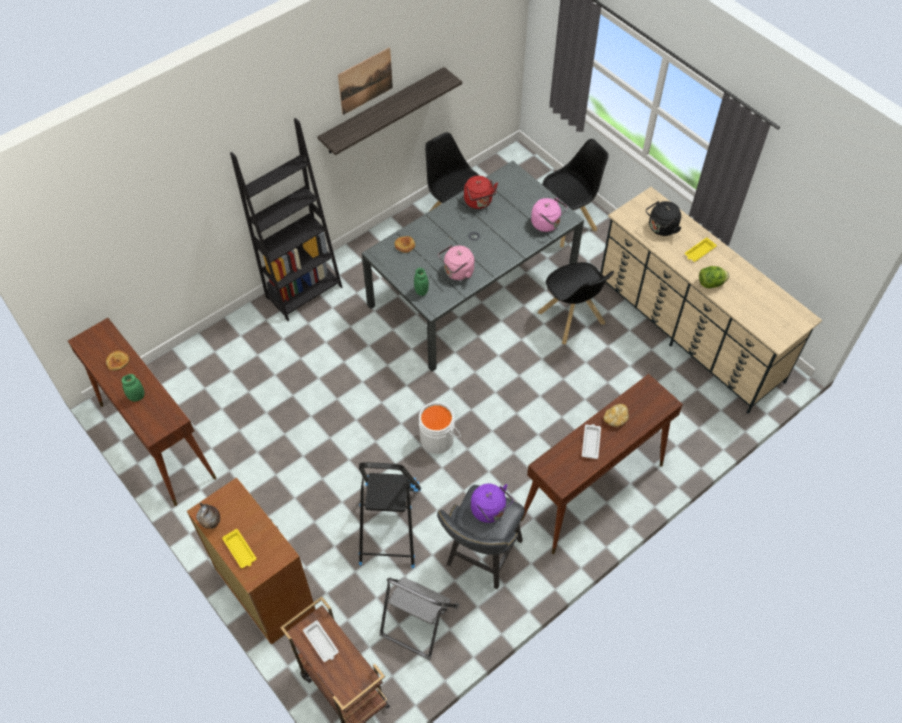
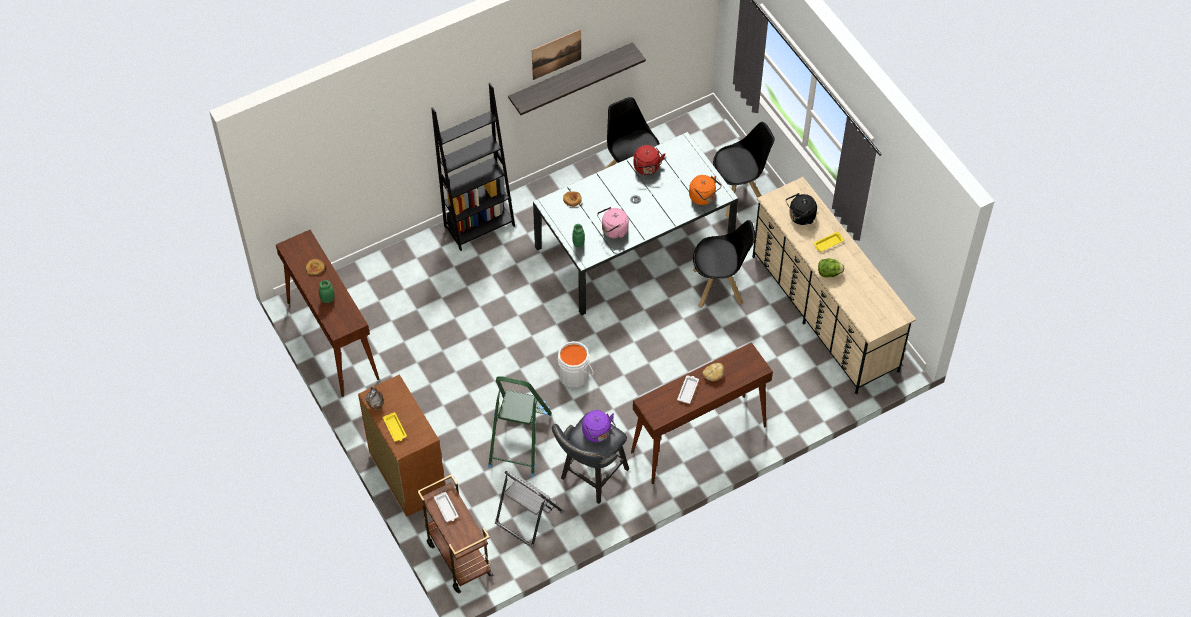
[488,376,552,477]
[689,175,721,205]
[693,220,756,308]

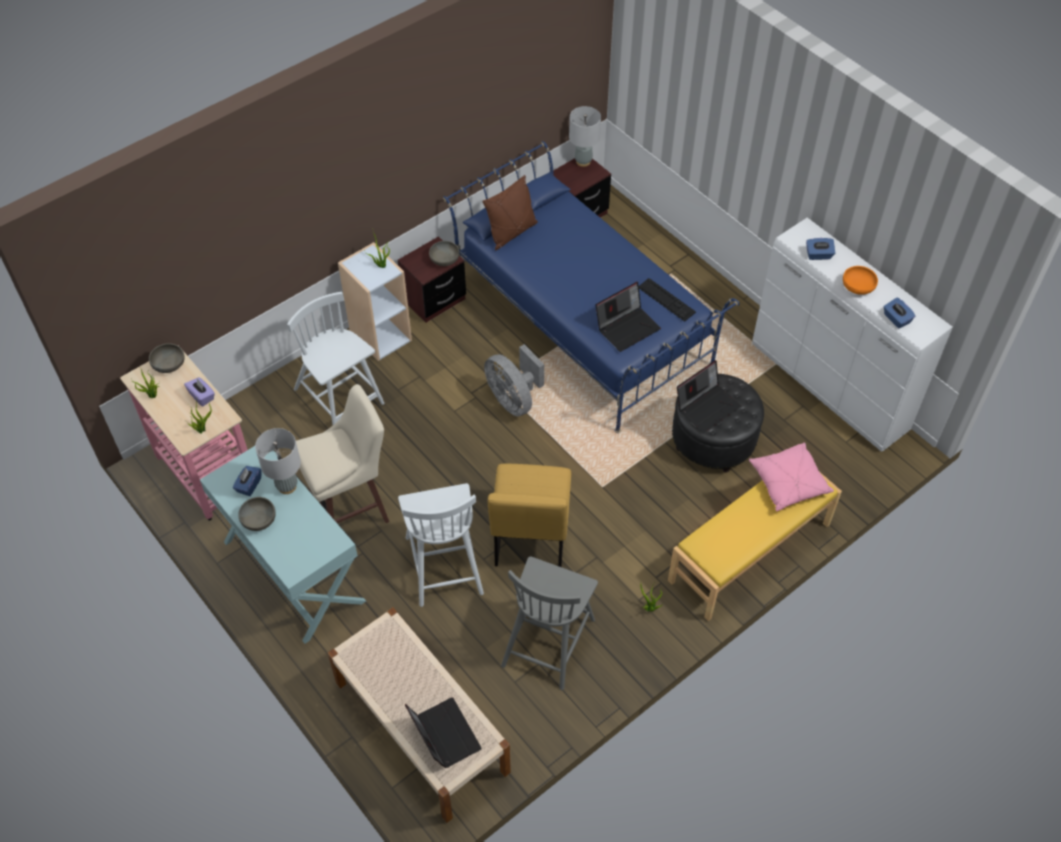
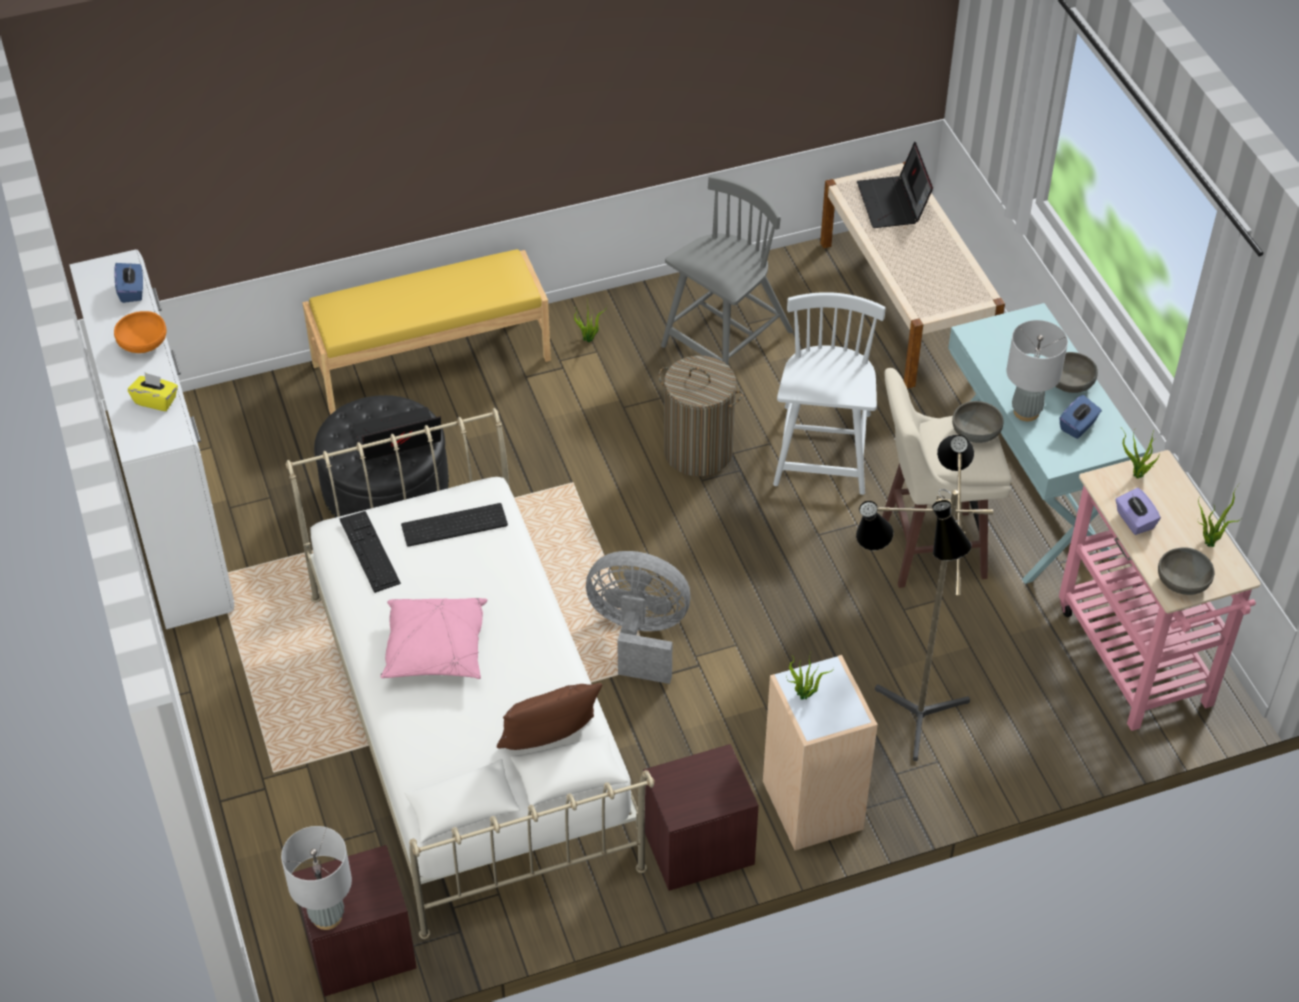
[128,373,178,411]
[286,408,655,939]
[381,598,487,679]
[401,503,508,547]
[586,551,691,684]
[658,356,743,476]
[856,435,994,761]
[952,401,1004,443]

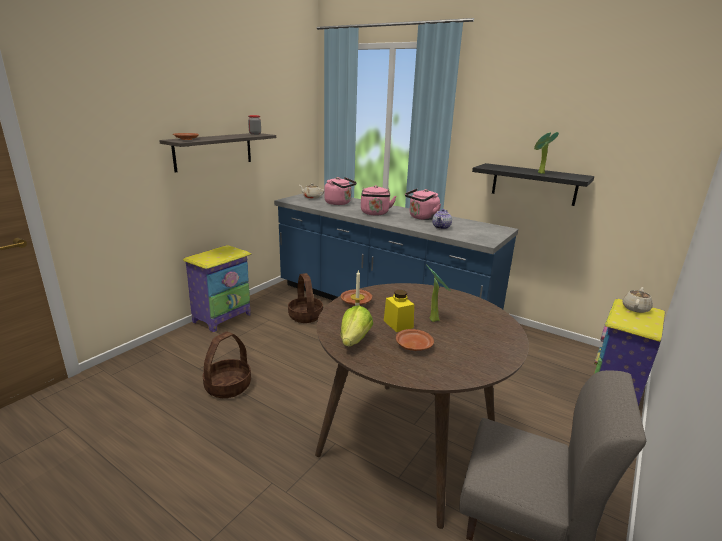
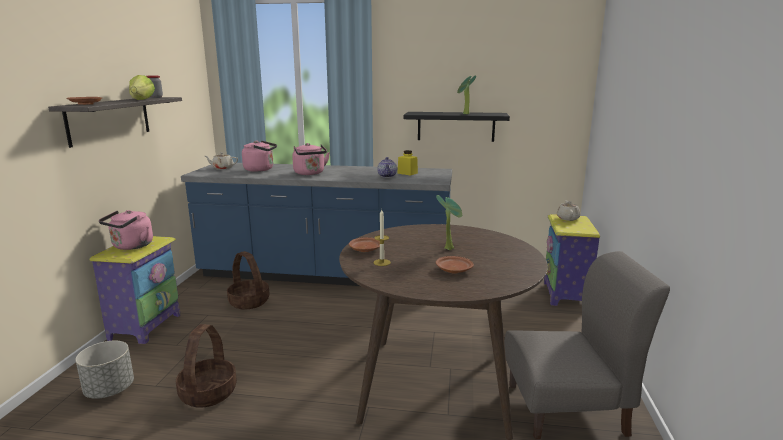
[76,341,134,399]
[99,210,153,250]
[129,75,155,100]
[397,150,418,176]

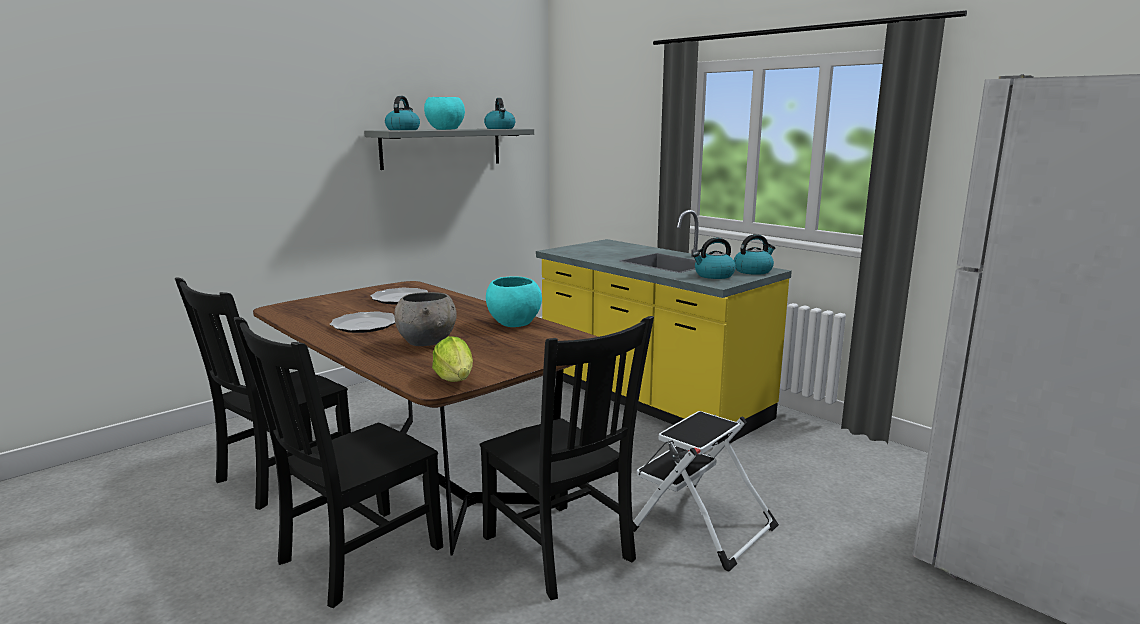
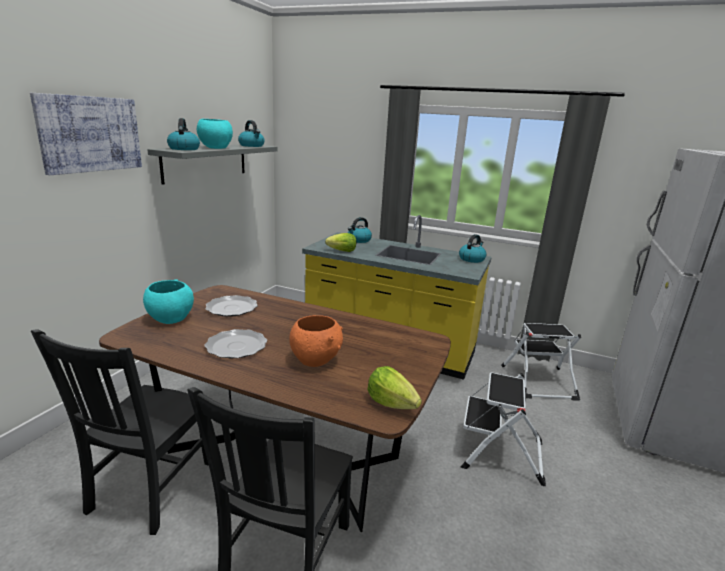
[30,93,142,175]
[143,279,194,324]
[289,315,343,367]
[325,233,356,252]
[348,217,372,243]
[501,323,581,401]
[480,316,654,600] (first image)

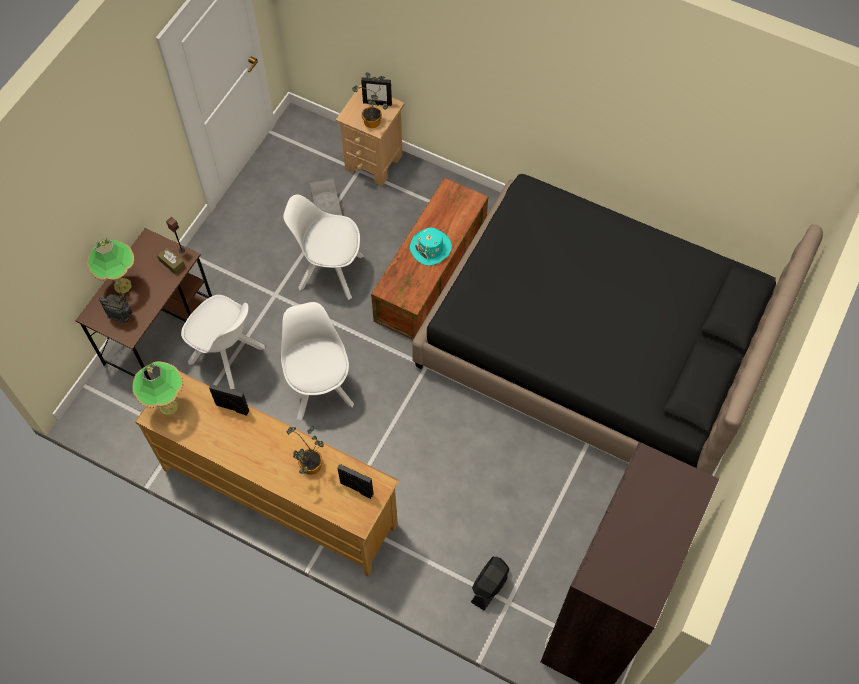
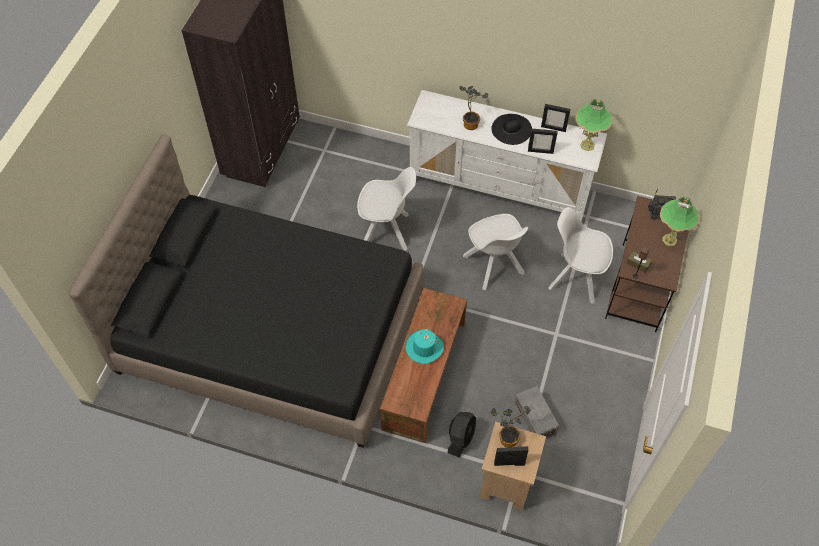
[357,167,416,251]
[407,90,607,222]
[447,412,476,458]
[491,114,532,145]
[541,104,571,132]

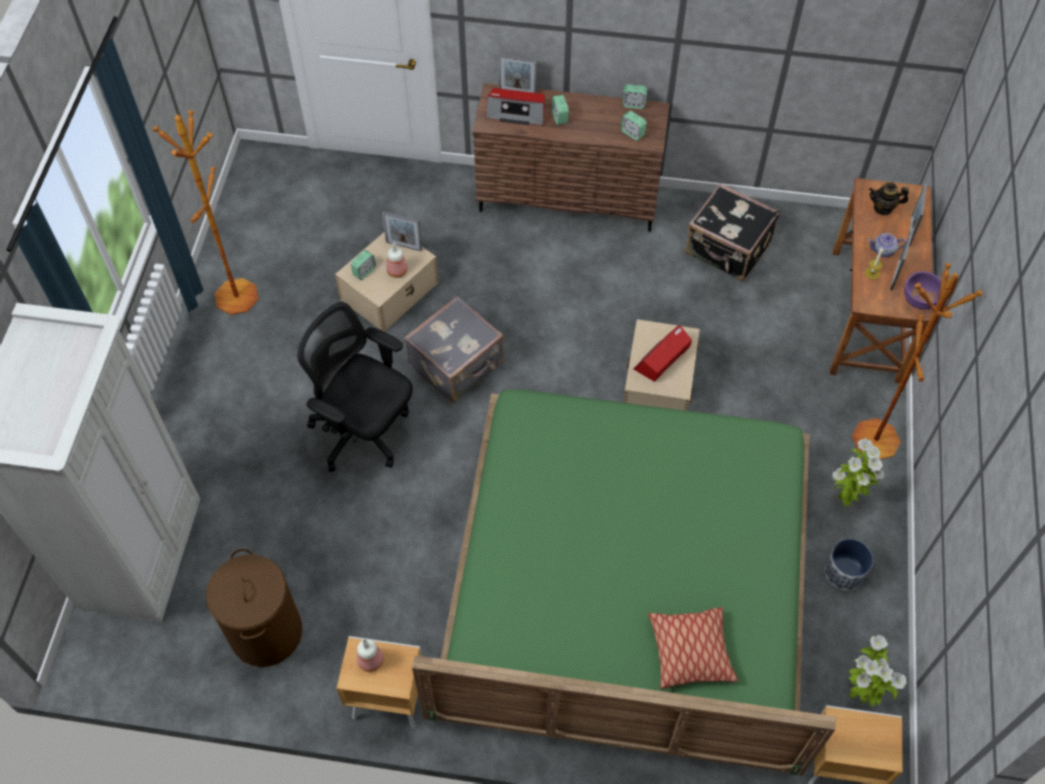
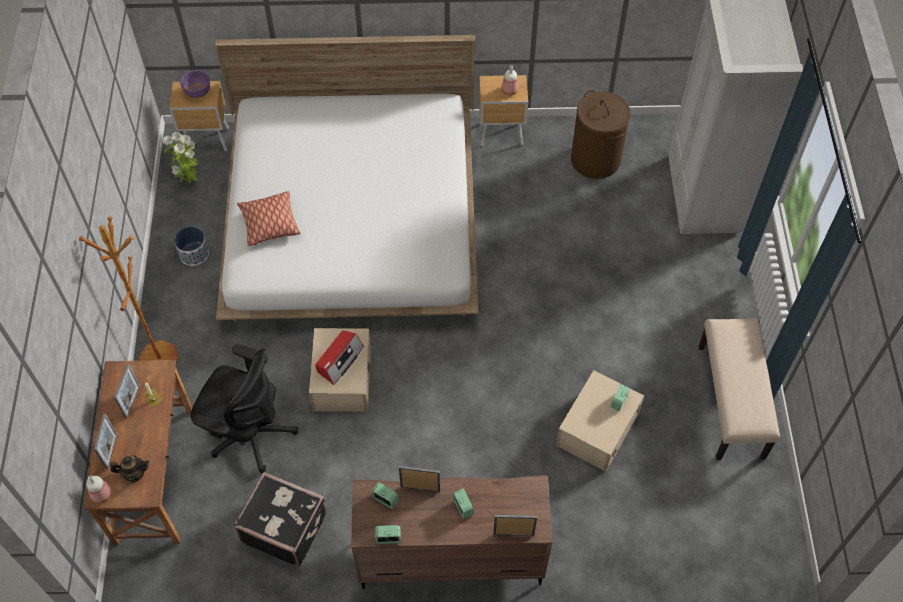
[86,475,112,503]
[180,70,210,98]
[191,344,298,473]
[215,35,478,322]
[237,191,301,246]
[399,466,440,492]
[699,318,780,460]
[404,296,504,403] (first image)
[485,88,545,126] (first image)
[832,438,884,506] (first image)
[868,233,906,257] (first image)

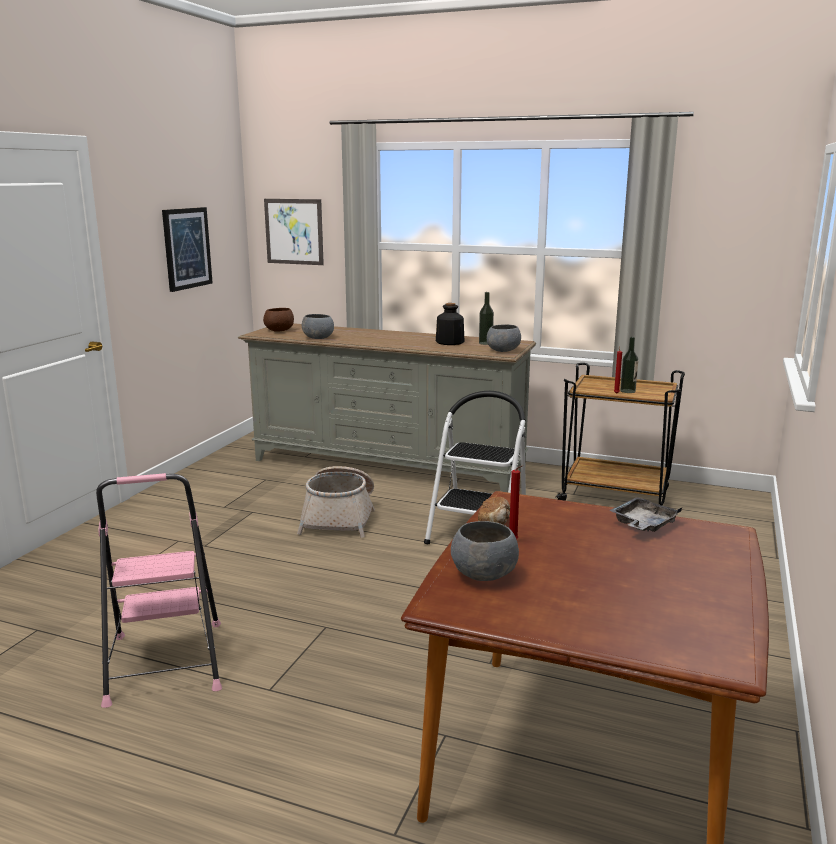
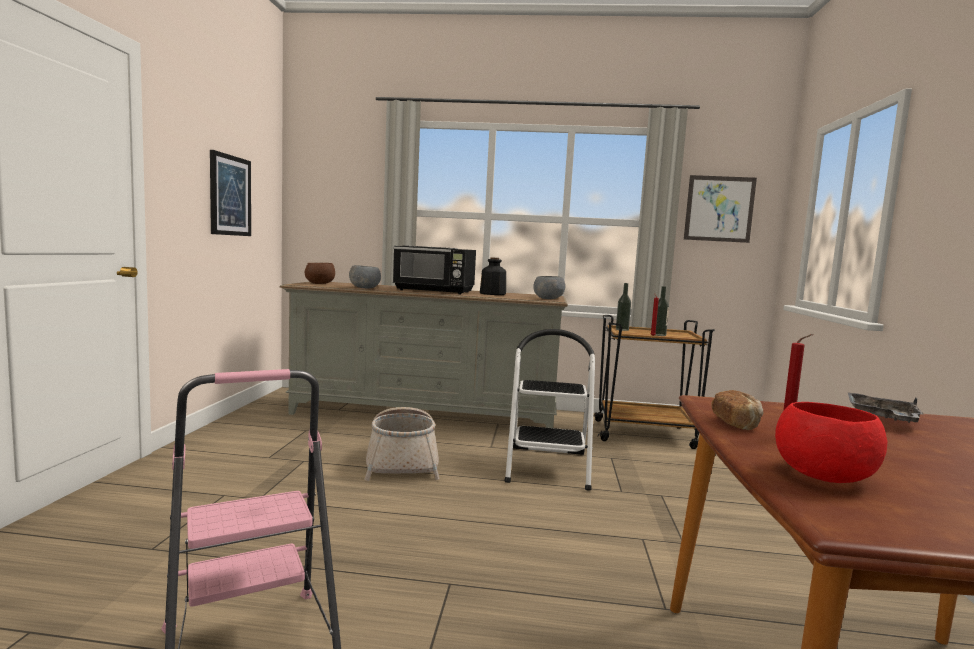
[393,245,476,294]
[616,283,631,331]
[684,175,757,243]
[775,402,888,483]

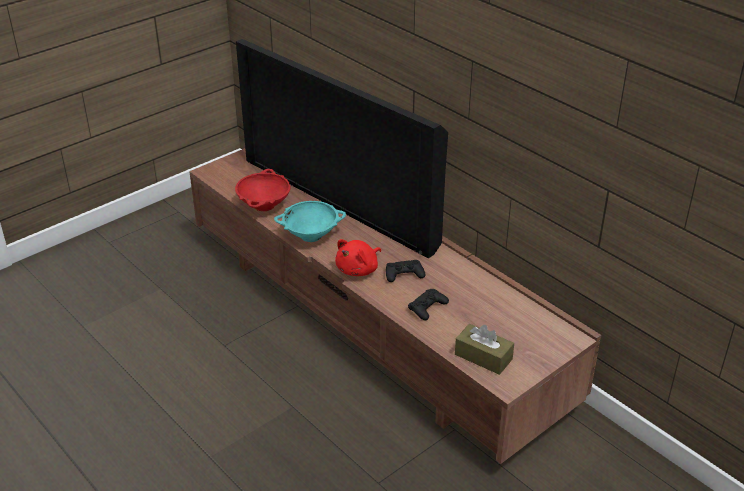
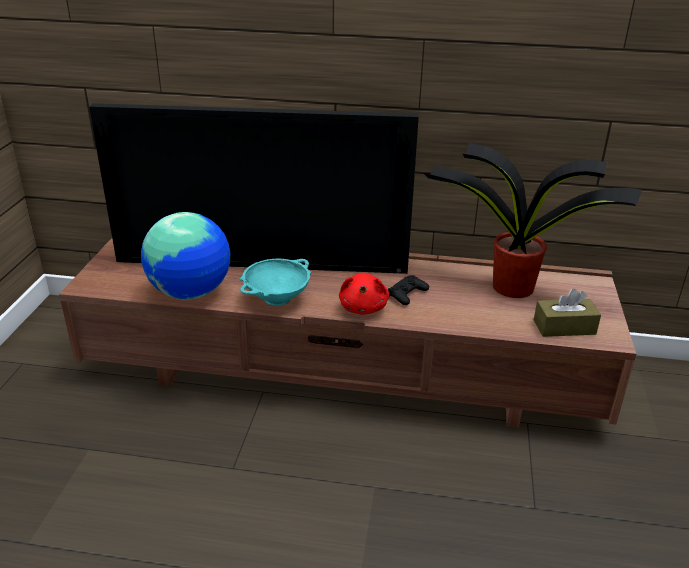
[141,212,230,300]
[423,143,642,298]
[408,289,449,321] (first image)

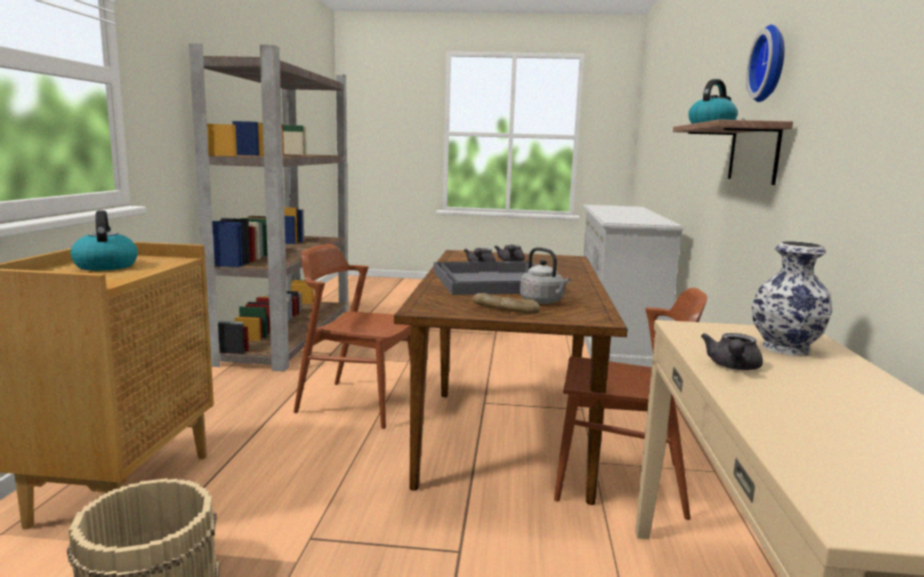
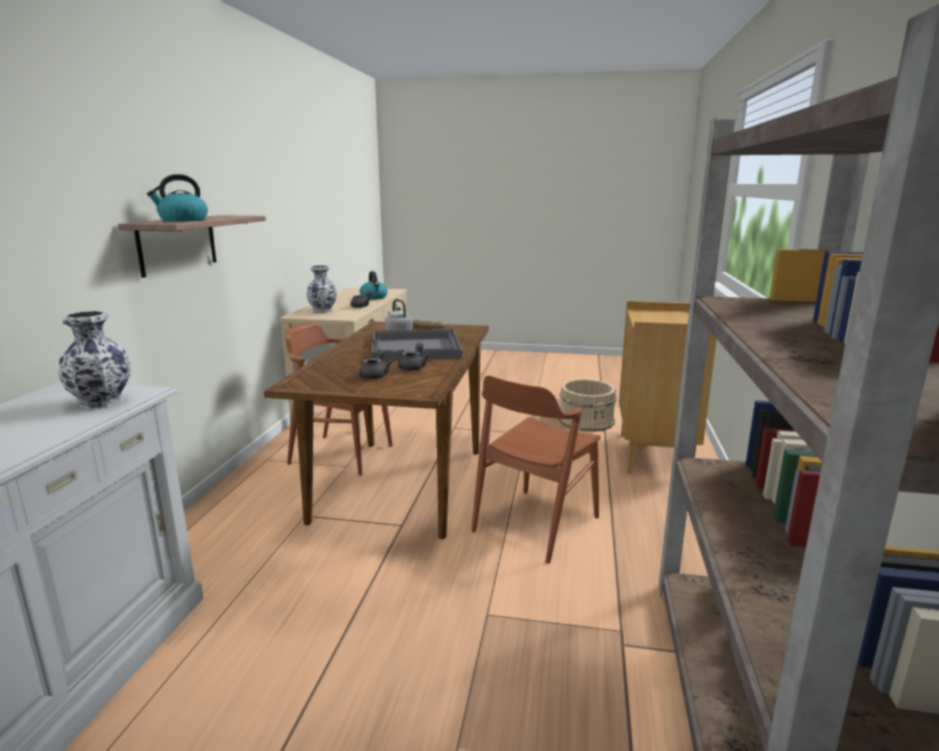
[58,311,131,409]
[360,271,388,300]
[471,376,601,564]
[746,25,784,102] (first image)

